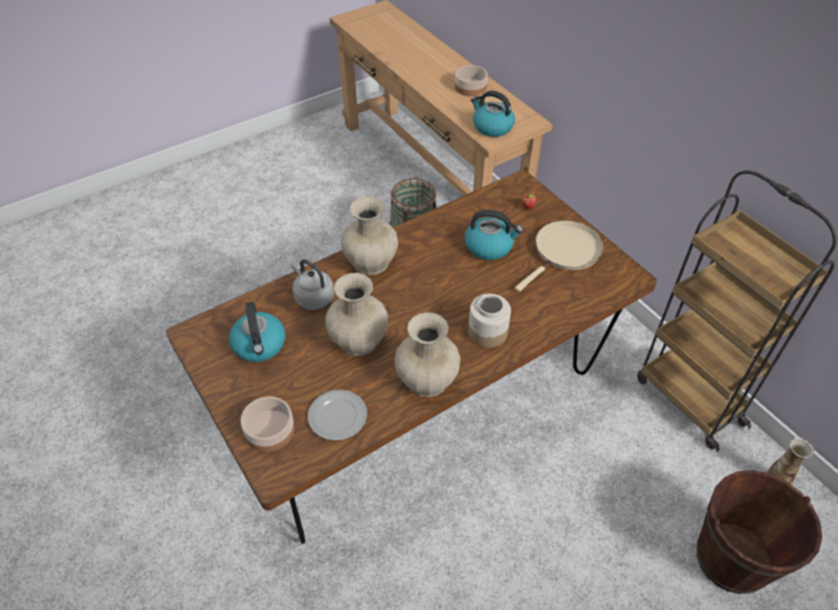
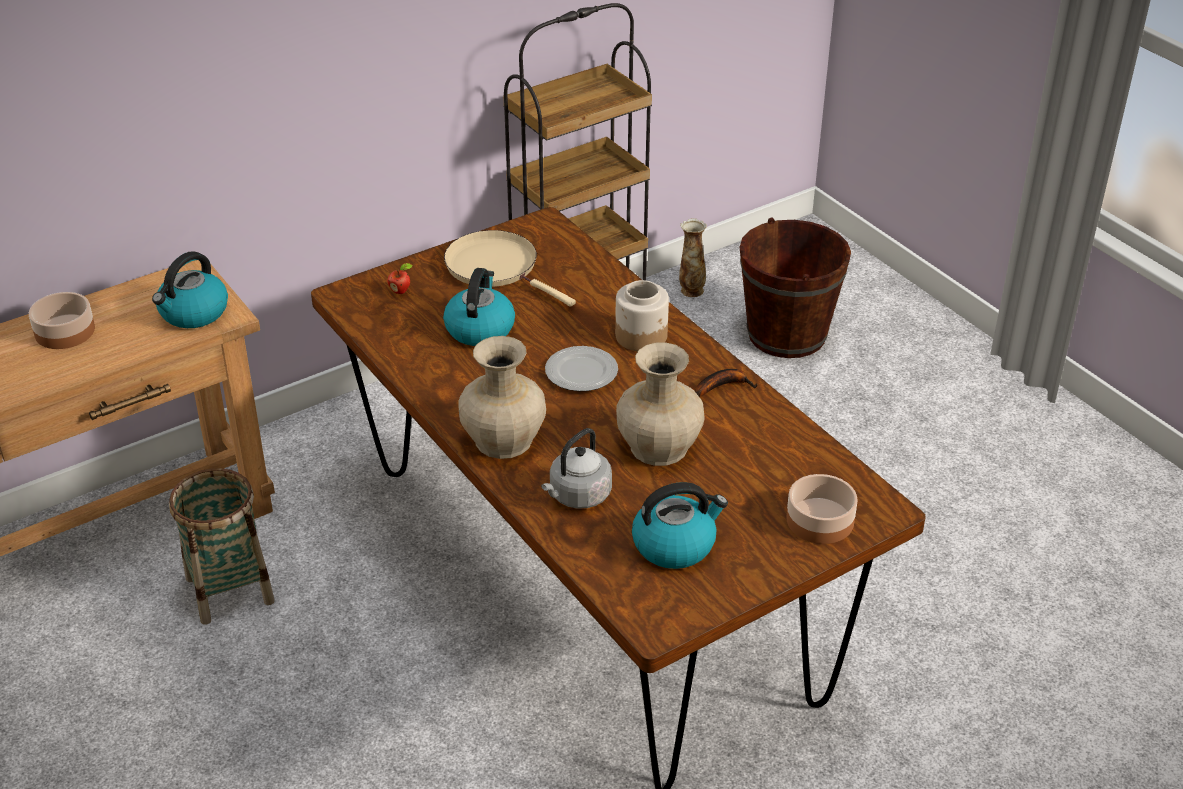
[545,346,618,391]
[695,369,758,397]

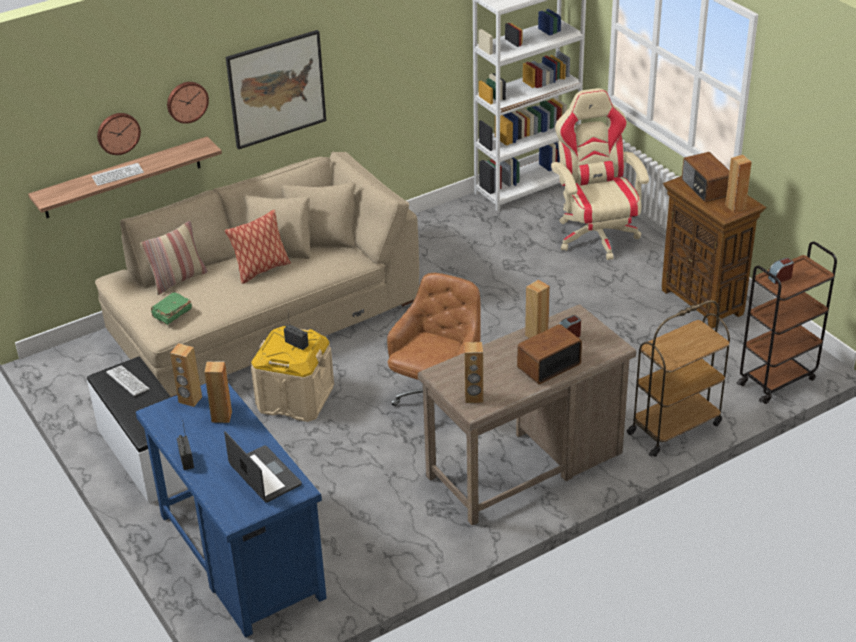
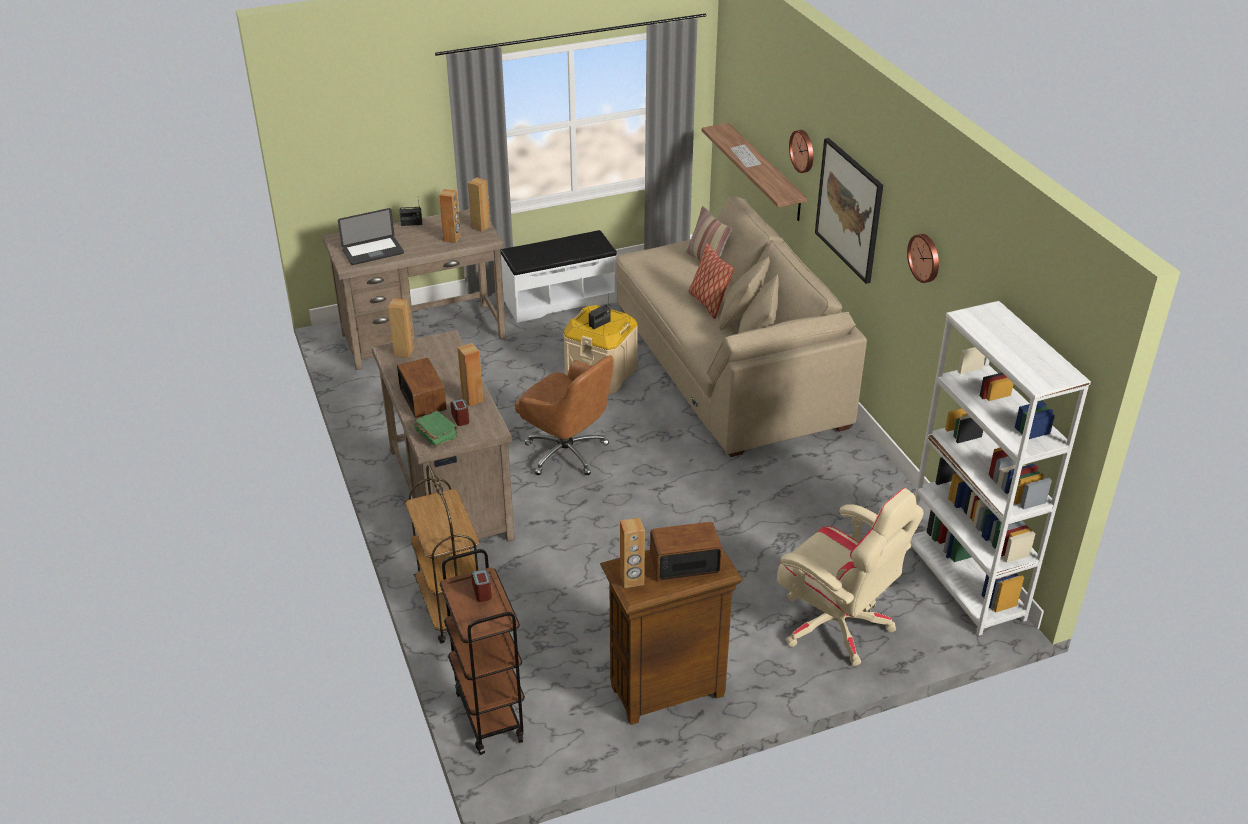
[323,209,506,370]
[414,411,459,447]
[777,488,924,666]
[907,234,939,283]
[106,365,150,396] (first image)

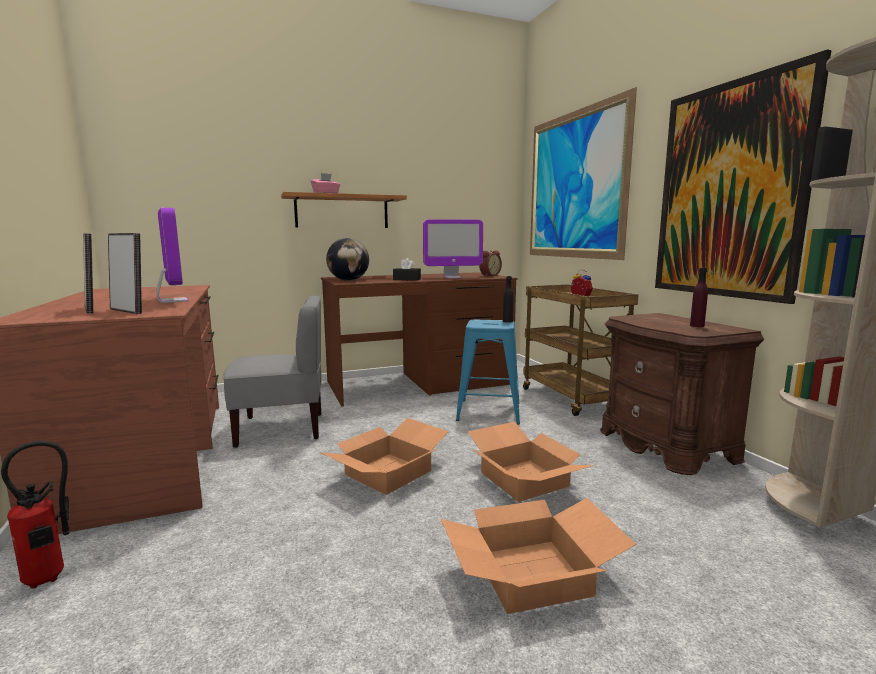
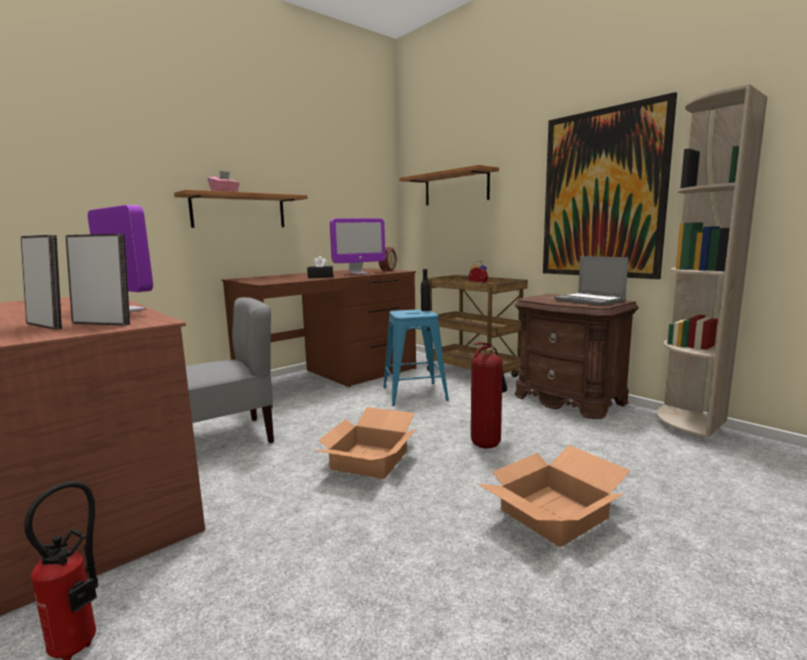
[399,165,499,205]
[471,342,507,448]
[554,256,629,306]
[326,238,369,281] (first image)

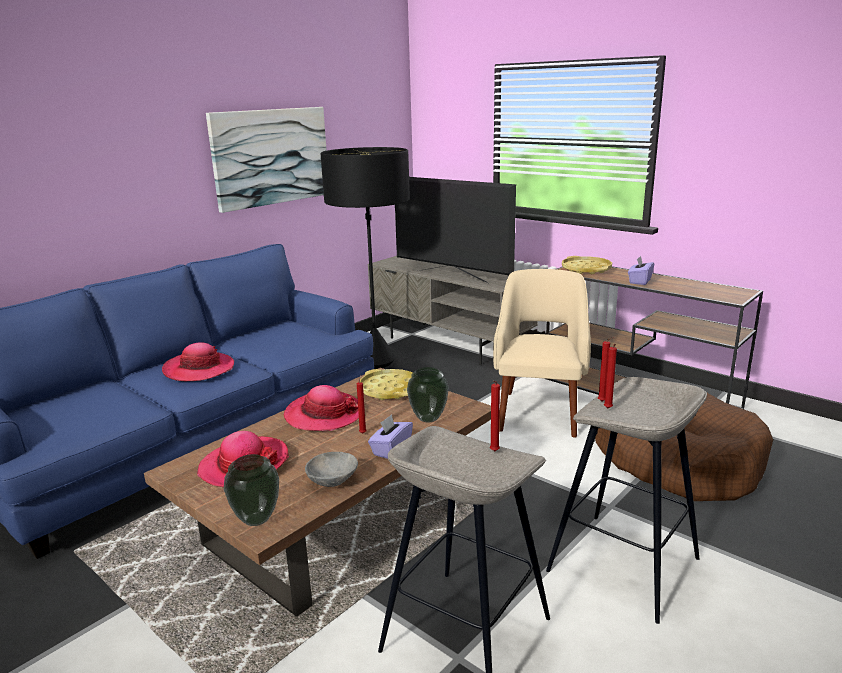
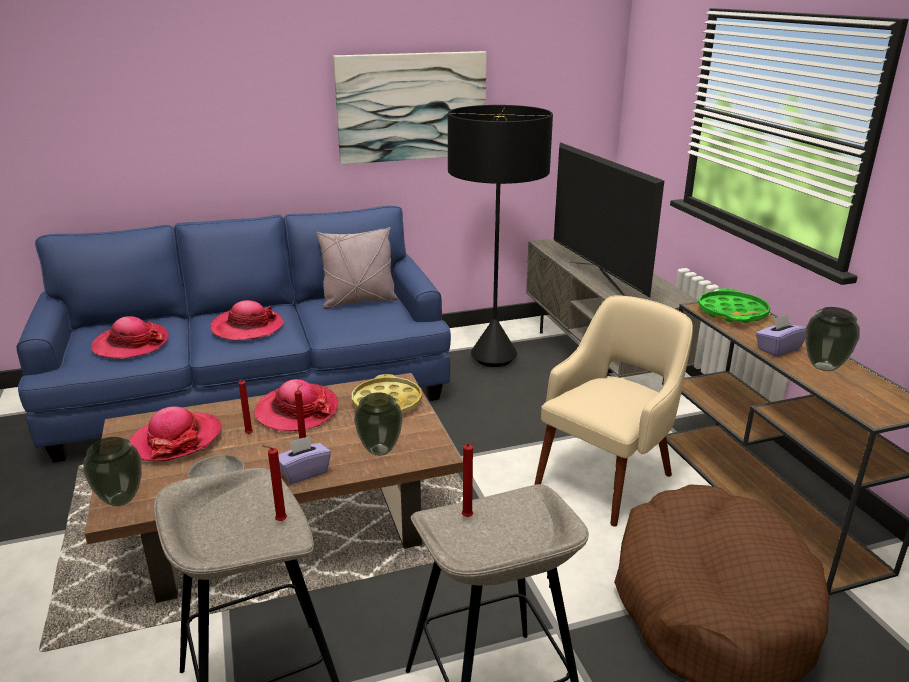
[91,316,169,359]
[239,379,253,434]
[316,227,398,309]
[698,288,770,323]
[805,307,860,371]

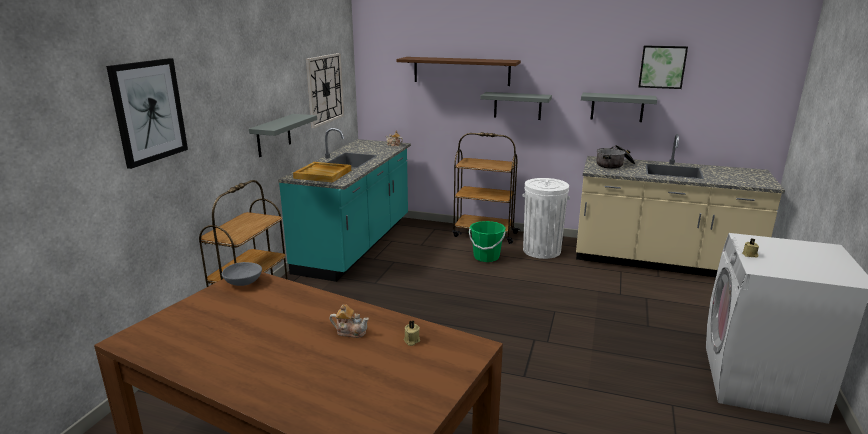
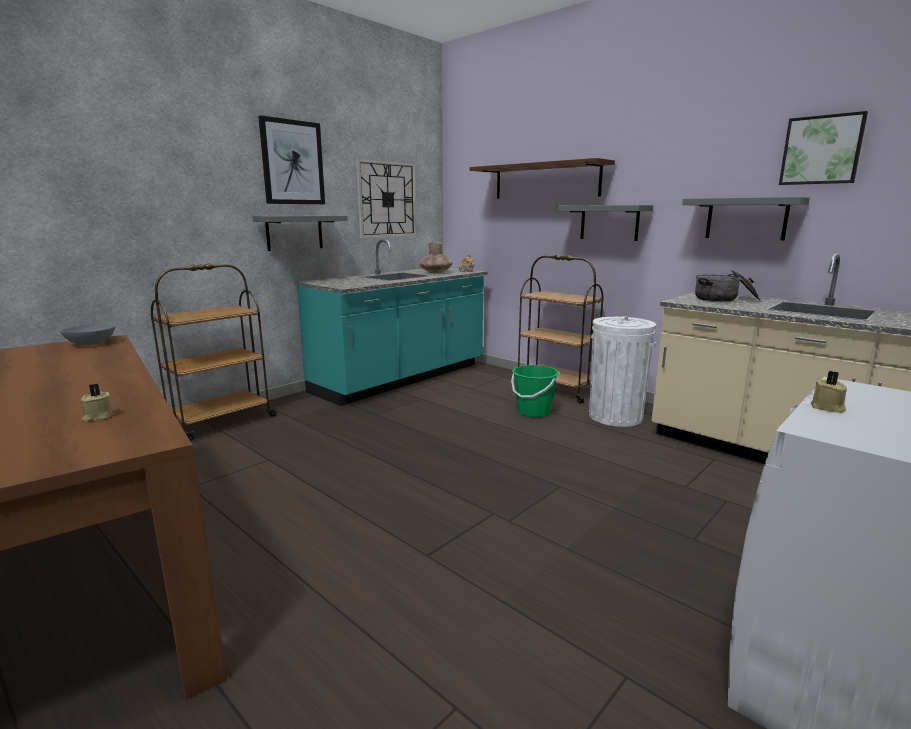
[258,115,325,204]
[419,242,452,273]
[293,162,351,182] (first image)
[329,305,369,338] (first image)

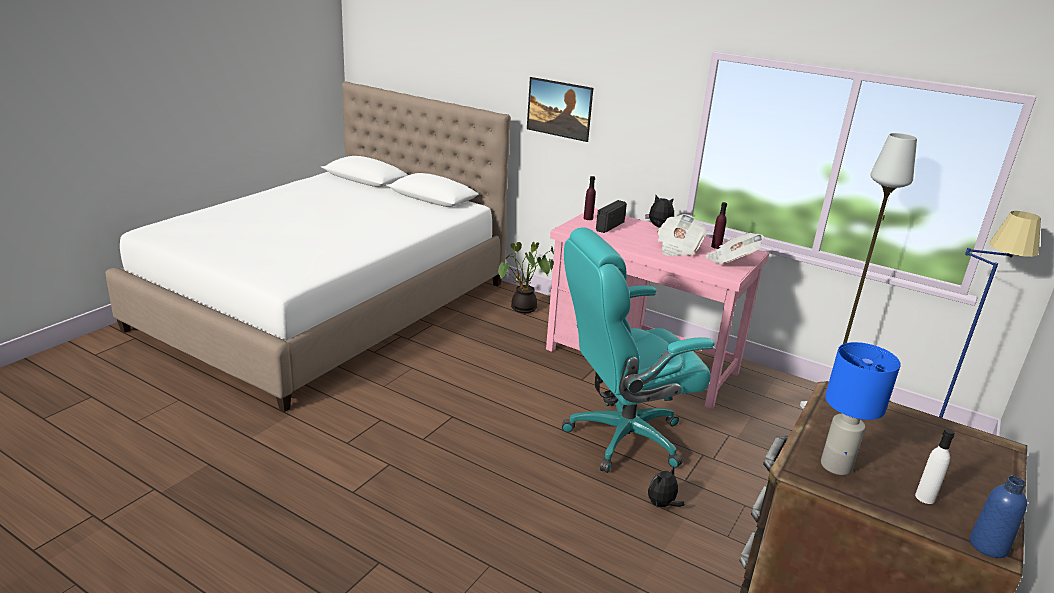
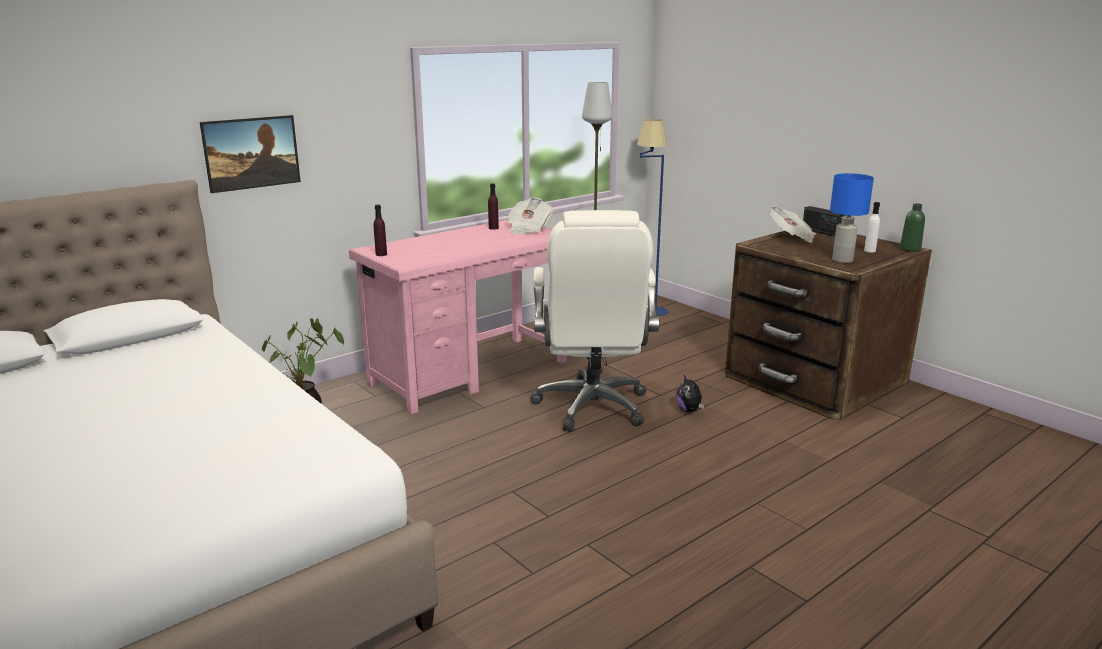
[530,210,659,432]
[770,206,816,243]
[803,206,846,236]
[900,204,925,252]
[645,195,674,227] (first image)

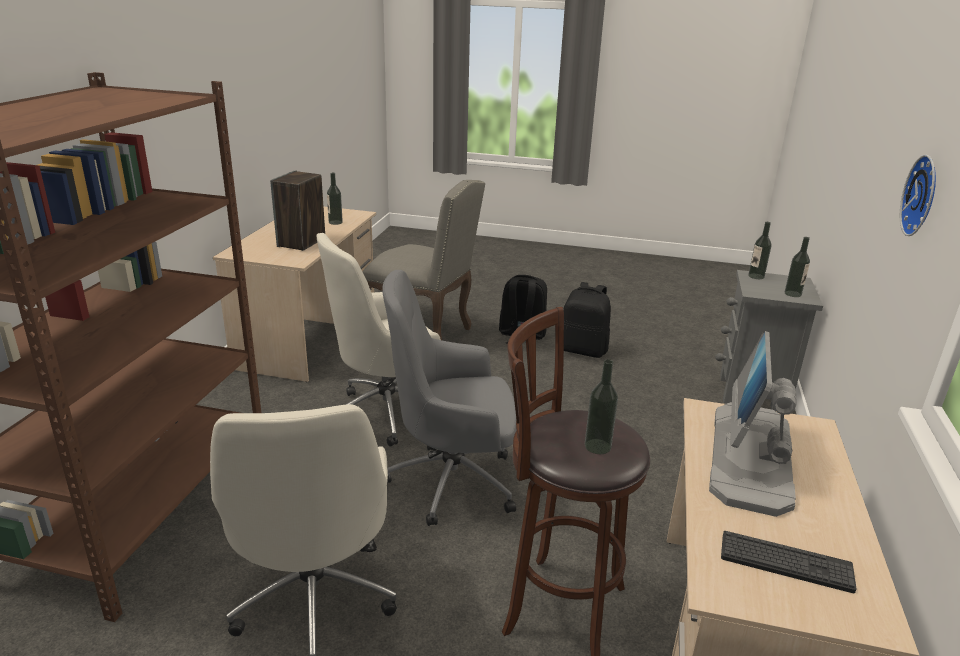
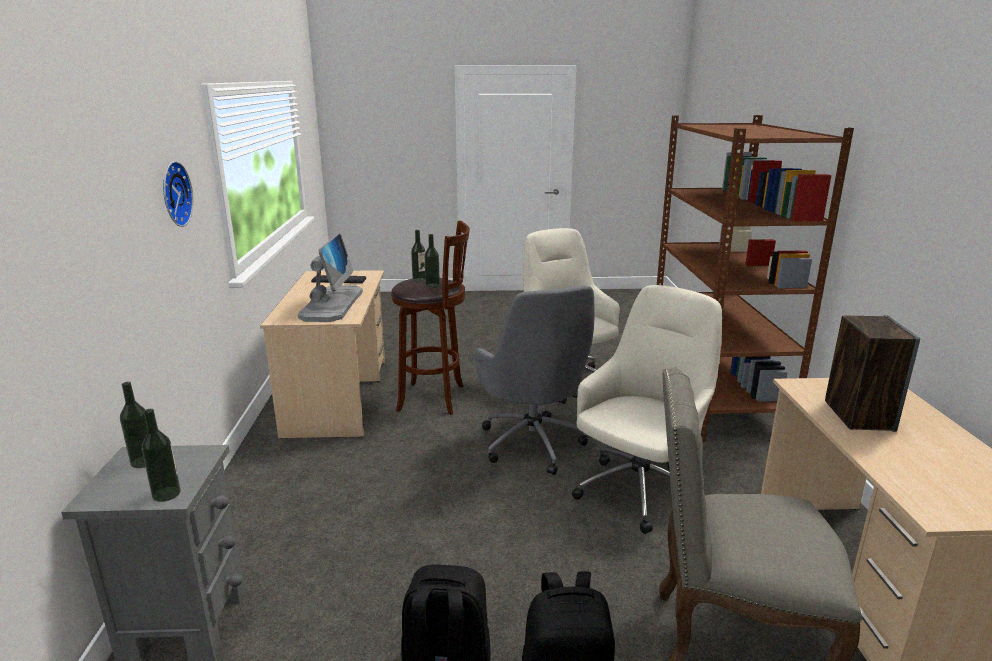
[424,234,440,288]
[475,285,595,475]

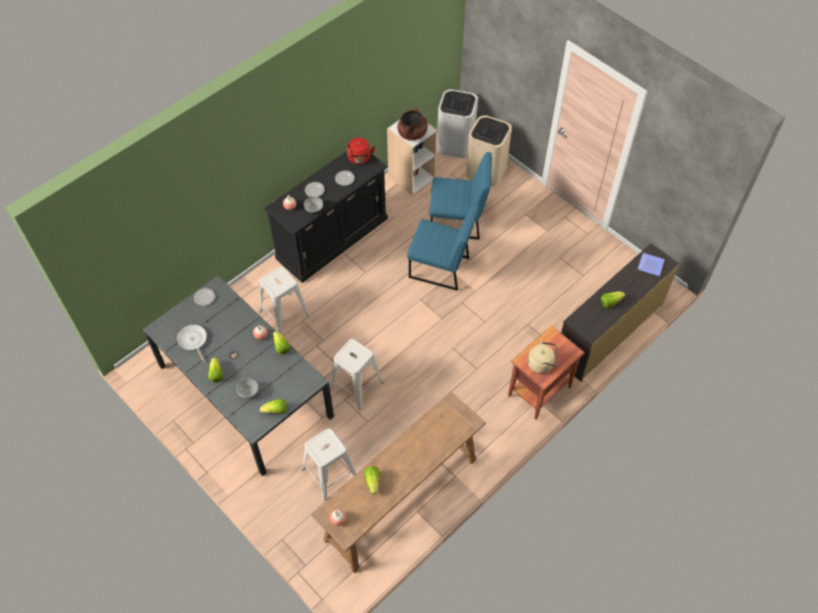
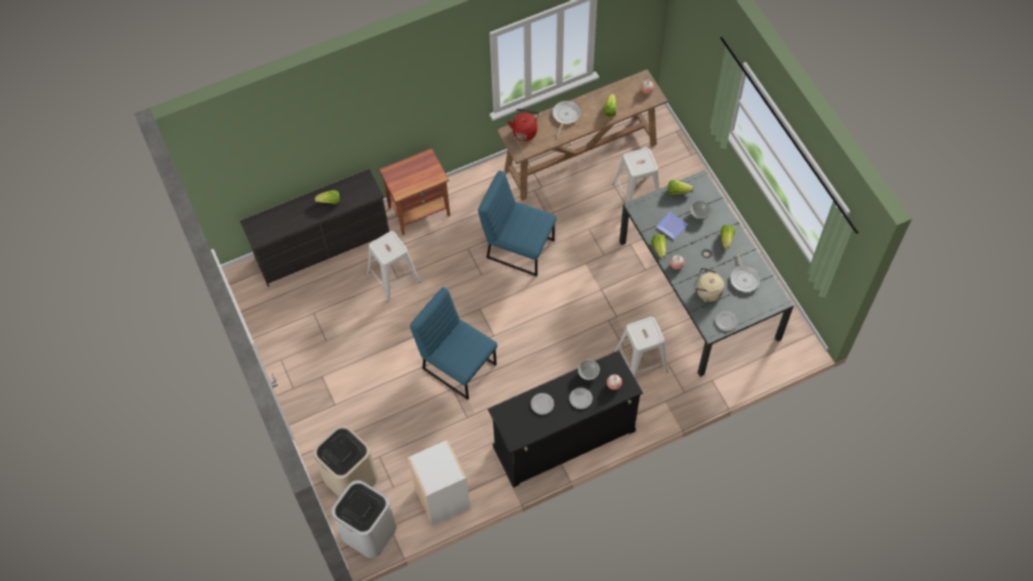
[367,231,421,302]
[478,170,557,277]
[507,109,539,141]
[552,101,581,137]
[656,212,688,240]
[694,268,724,302]
[397,108,428,141] (first image)

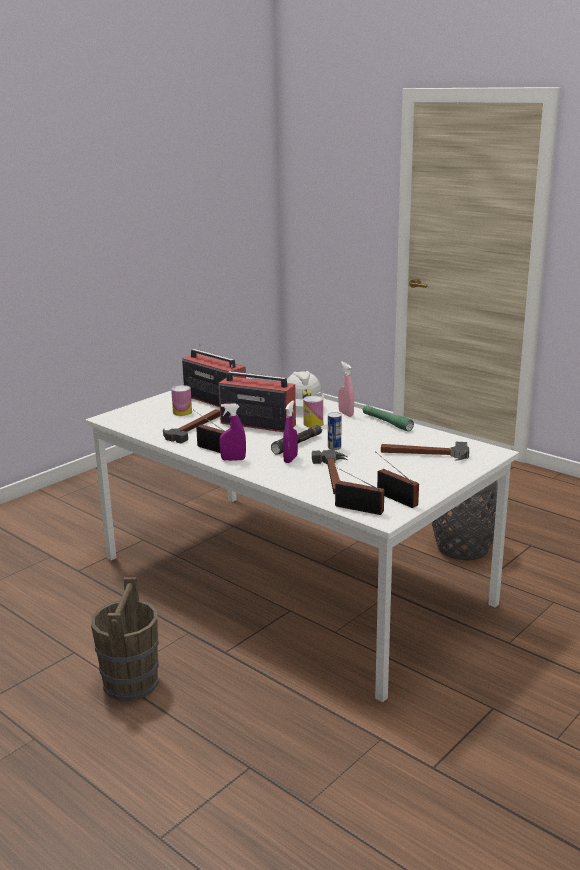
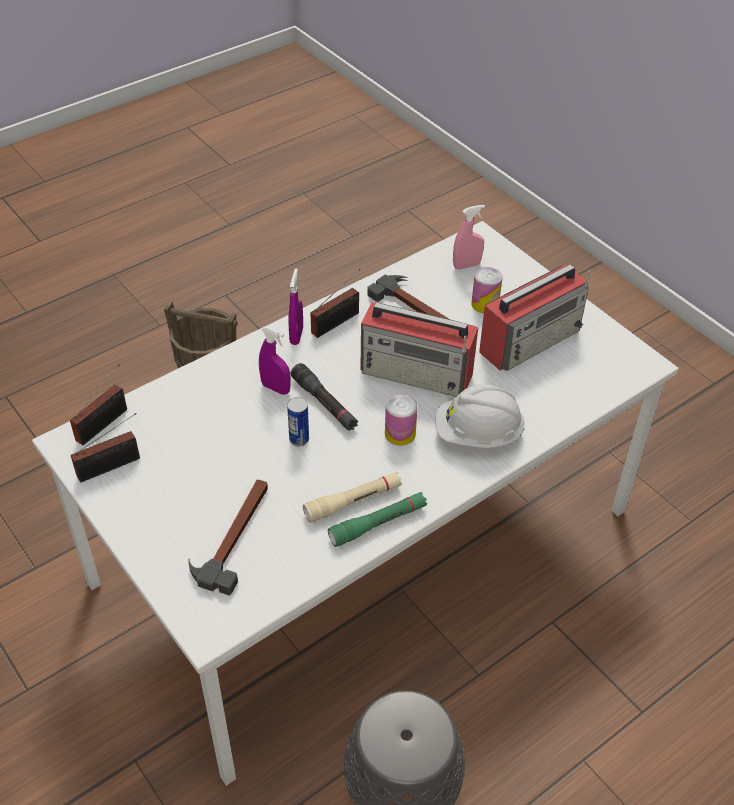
[303,472,402,523]
[360,302,478,397]
[453,205,485,269]
[312,450,347,494] (first image)

